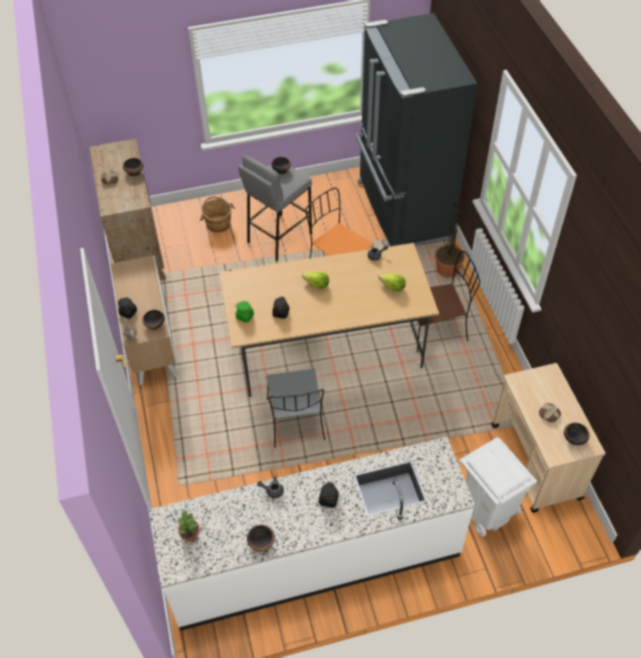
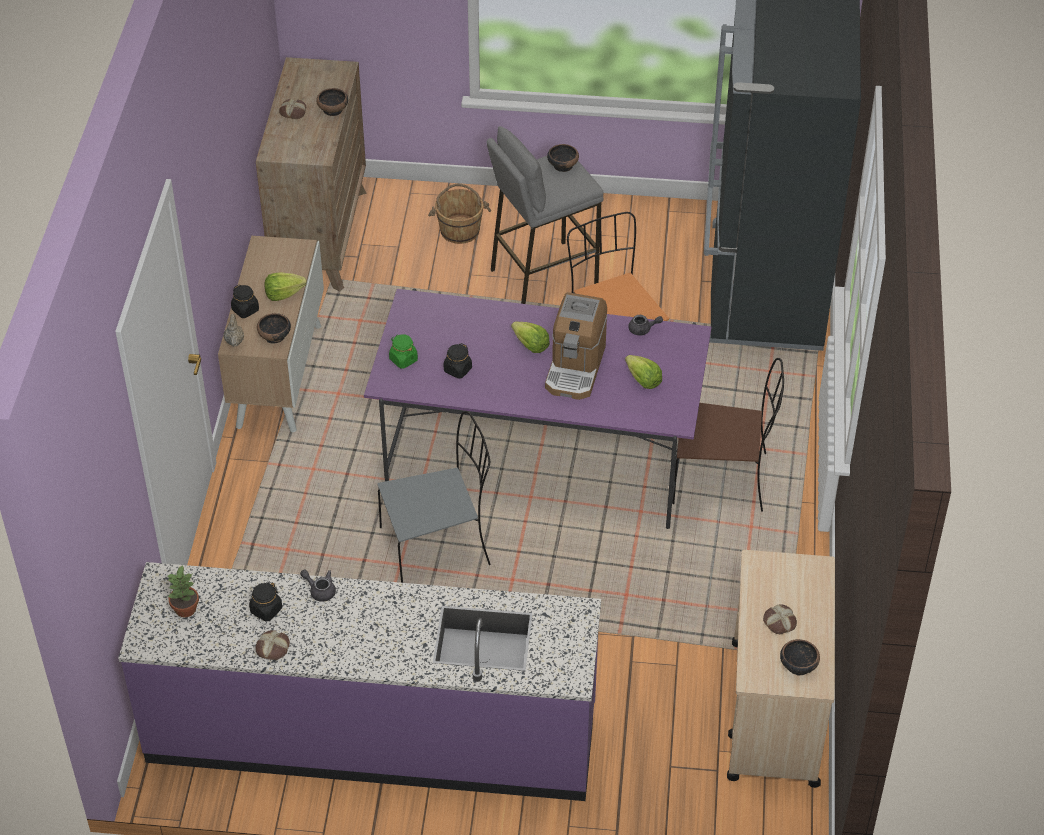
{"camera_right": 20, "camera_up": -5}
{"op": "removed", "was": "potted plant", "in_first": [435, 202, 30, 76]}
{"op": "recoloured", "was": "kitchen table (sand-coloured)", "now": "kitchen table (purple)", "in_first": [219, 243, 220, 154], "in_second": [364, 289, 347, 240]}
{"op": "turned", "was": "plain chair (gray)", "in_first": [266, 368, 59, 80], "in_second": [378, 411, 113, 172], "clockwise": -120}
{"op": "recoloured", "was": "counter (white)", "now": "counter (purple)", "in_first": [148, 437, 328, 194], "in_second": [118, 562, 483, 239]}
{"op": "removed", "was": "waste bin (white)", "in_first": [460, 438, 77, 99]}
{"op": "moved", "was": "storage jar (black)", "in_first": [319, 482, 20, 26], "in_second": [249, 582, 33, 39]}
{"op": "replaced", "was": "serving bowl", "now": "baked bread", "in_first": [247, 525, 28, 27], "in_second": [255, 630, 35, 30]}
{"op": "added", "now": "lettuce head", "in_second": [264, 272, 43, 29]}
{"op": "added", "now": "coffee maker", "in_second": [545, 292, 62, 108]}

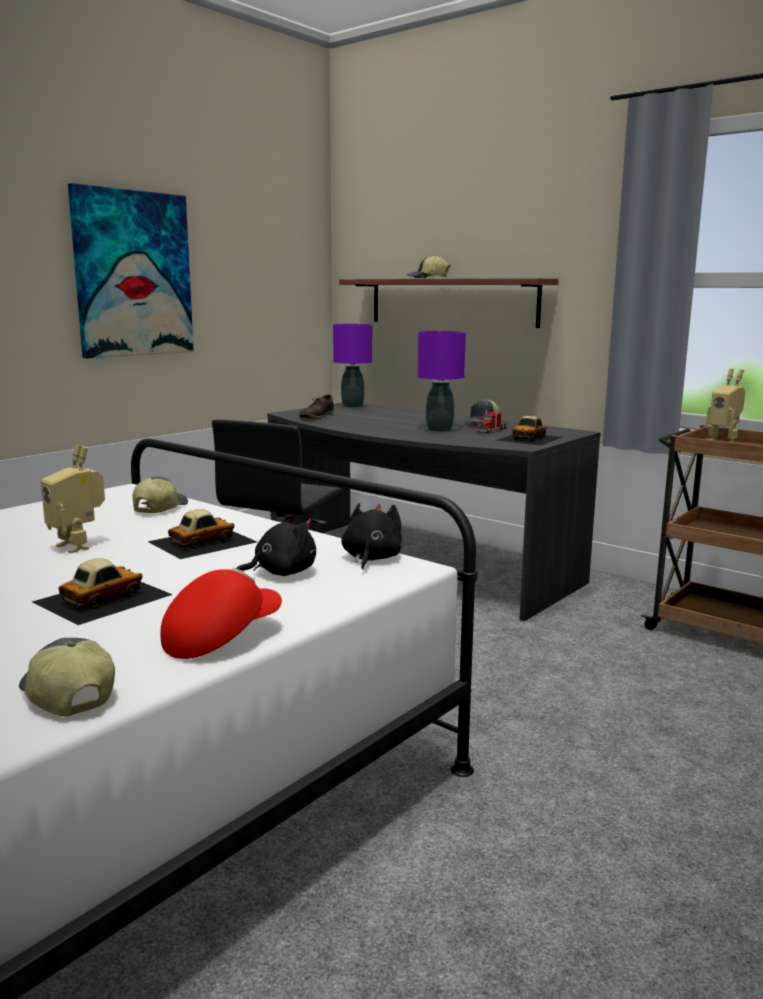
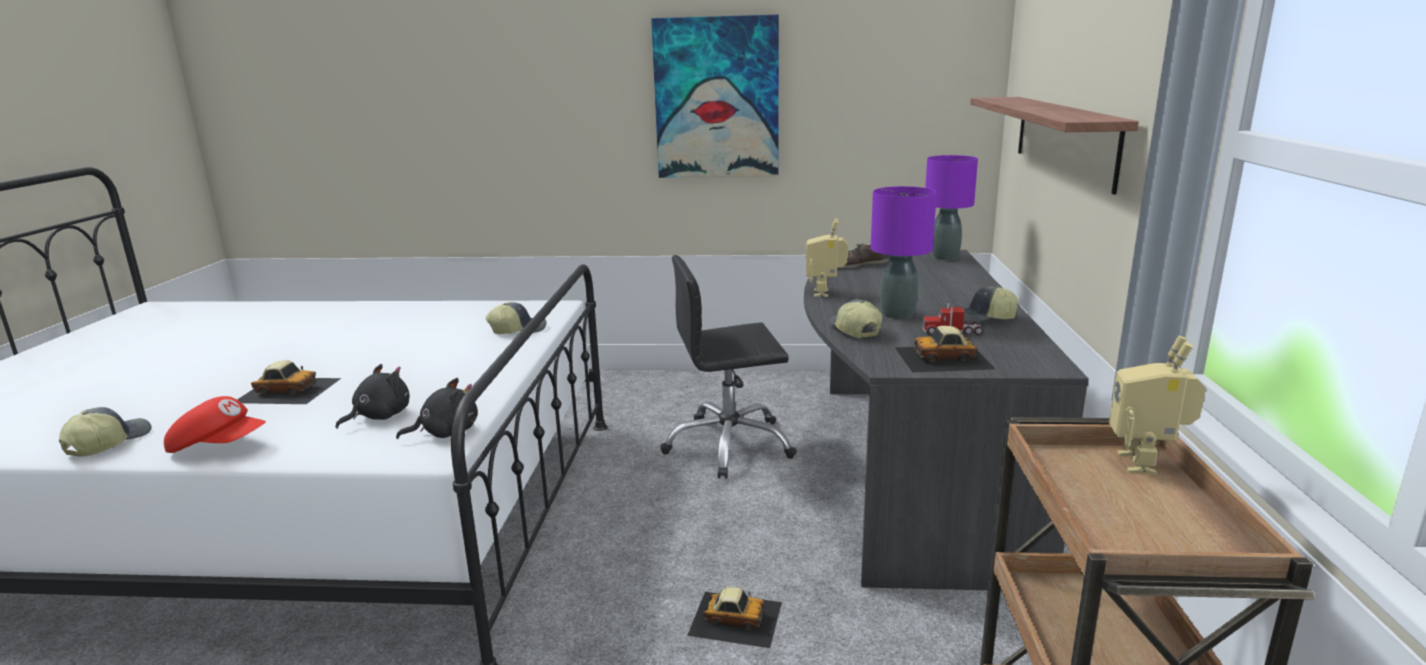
{"camera_right": 55, "camera_up": 5}
{"op": "moved", "was": "baseball cap", "in_first": [407, 255, 43, 23], "in_second": [828, 299, 54, 39]}
{"op": "moved", "was": "model robot", "in_first": [41, 445, 64, 108], "in_second": [806, 218, 42, 79]}
{"op": "moved", "was": "miniature car", "in_first": [147, 509, 110, 50], "in_second": [687, 587, 95, 61]}
{"op": "turned", "was": "soft toy (black)", "in_first": [237, 514, 79, 62], "in_second": [335, 364, 75, 65], "clockwise": -75}

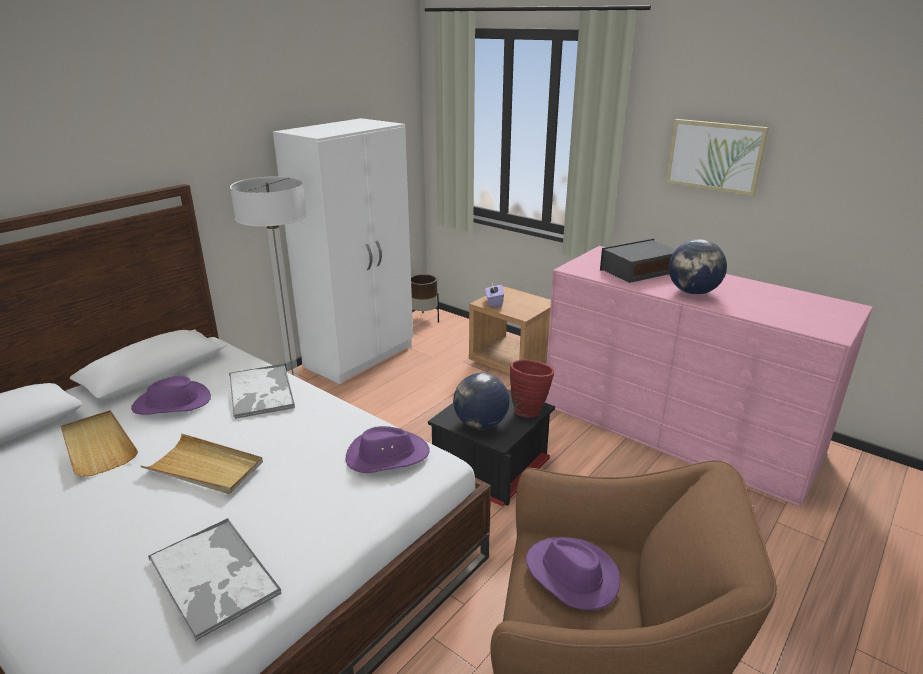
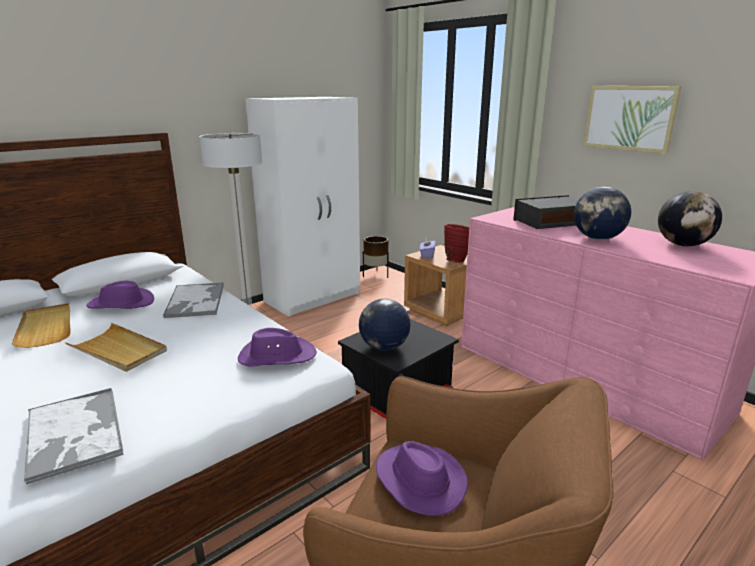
{"camera_right": 10, "camera_up": -5}
{"op": "moved", "was": "vase (red-coloured)", "in_first": [510, 359, 44, 59], "in_second": [444, 224, 25, 39]}
{"op": "added", "now": "world globe", "in_second": [658, 191, 64, 55]}

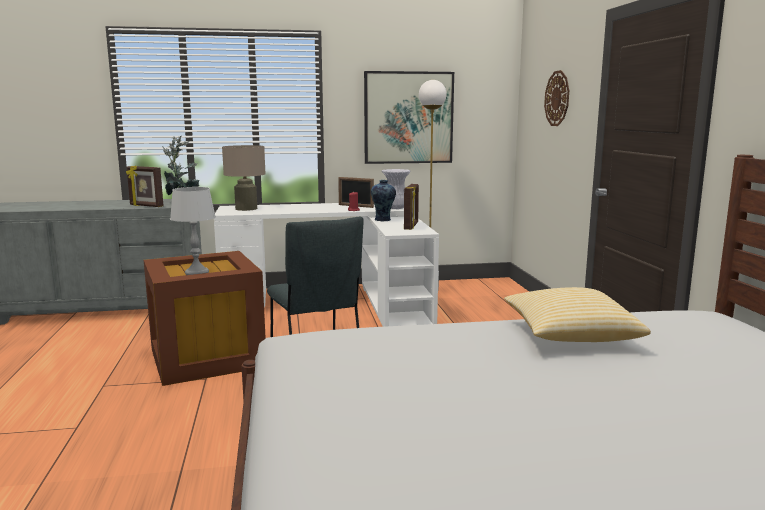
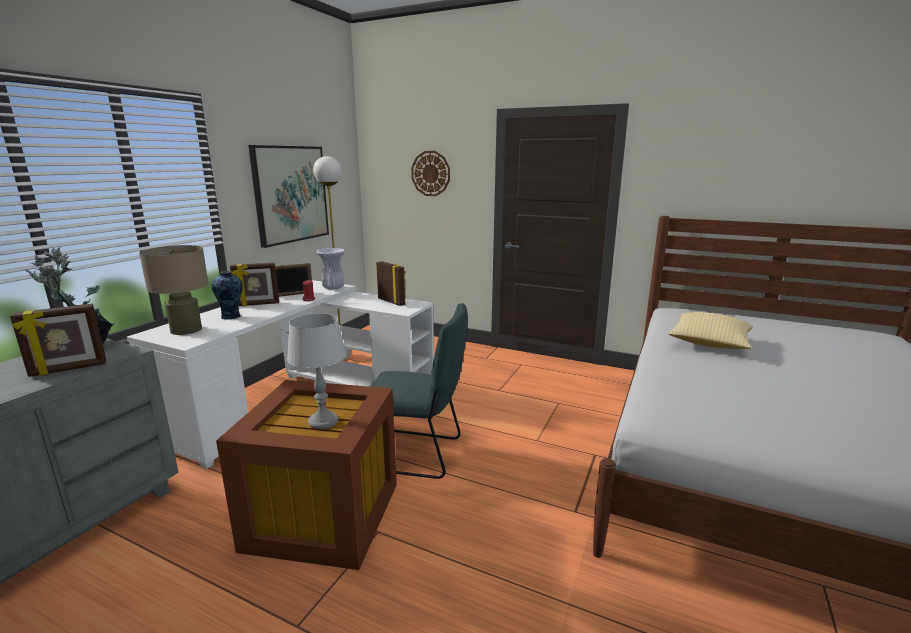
{"camera_right": -55, "camera_up": 5}
{"op": "moved", "was": "vase", "in_first": [371, 180, 25, 41], "in_second": [211, 271, 32, 49]}
{"op": "added", "now": "picture frame", "in_second": [230, 263, 49, 44]}

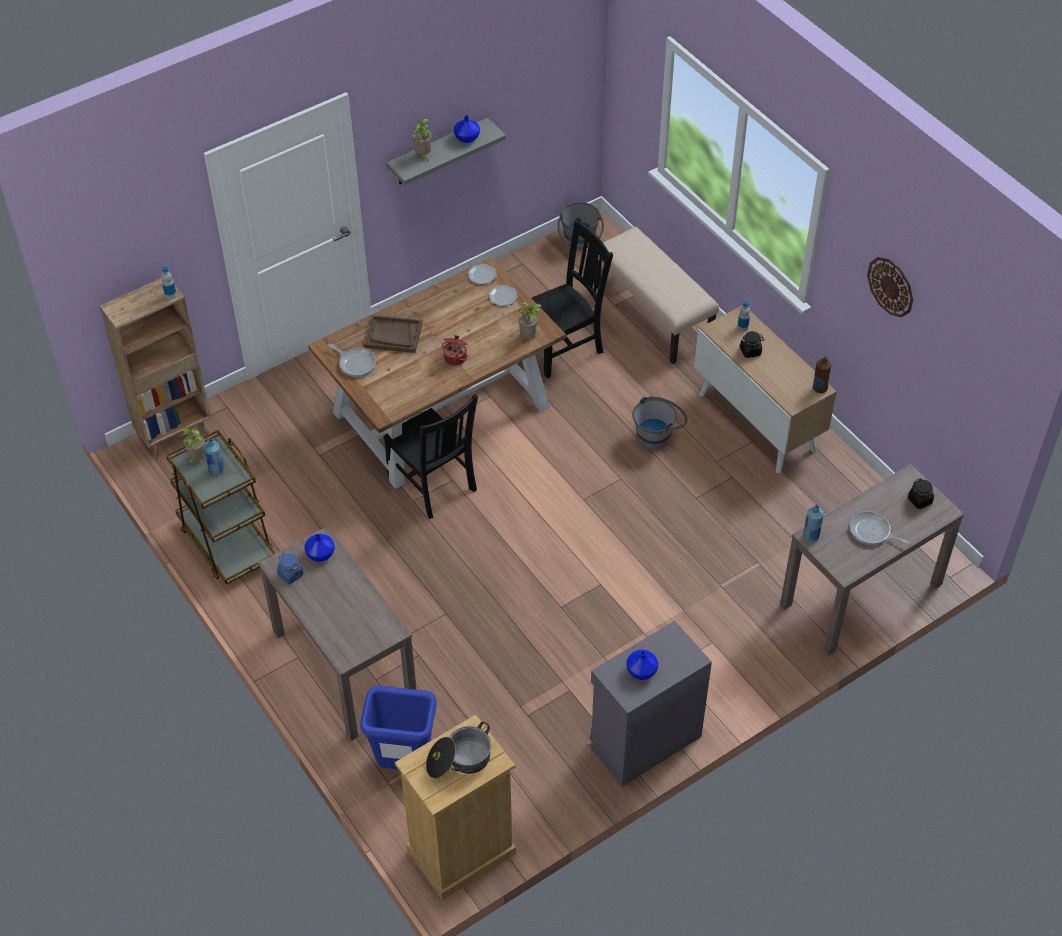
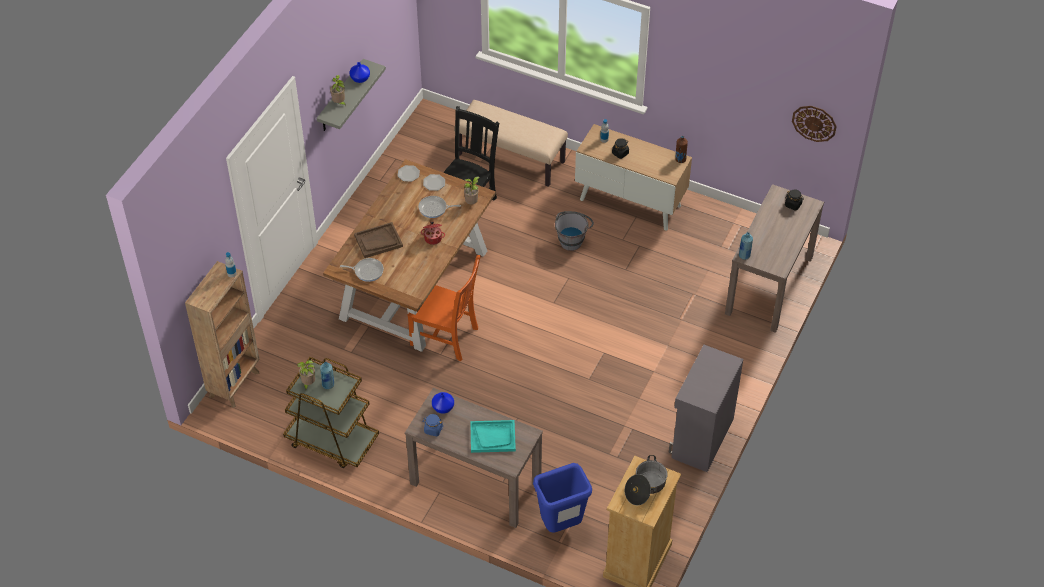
{"camera_right": -30, "camera_up": 0}
{"op": "removed", "was": "pail (gray)", "in_first": [558, 202, 46, 48]}
{"op": "moved", "was": "clock on the wall", "in_first": [867, 257, 46, 60], "in_second": [792, 106, 45, 36]}
{"op": "recoloured", "was": "plain chair (black)", "now": "plain chair (orange)", "in_first": [383, 394, 95, 125], "in_second": [407, 255, 74, 106]}
{"op": "moved", "was": "frying pan", "in_first": [850, 511, 59, 34], "in_second": [418, 196, 43, 22]}
{"op": "removed", "was": "vase (bluish)", "in_first": [627, 650, 31, 30]}
{"op": "added", "now": "carrying tray (blue-green)", "in_second": [470, 420, 46, 33]}

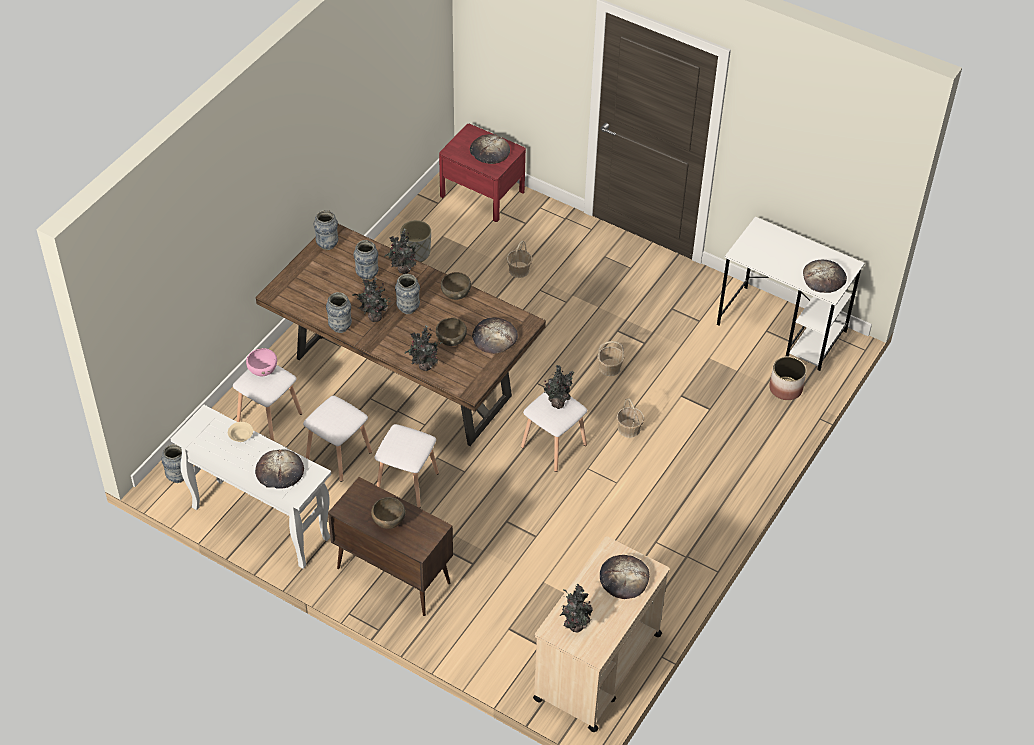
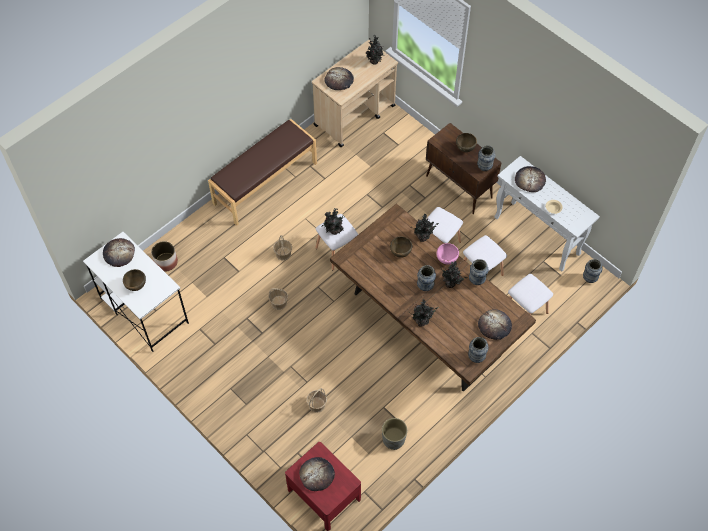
{"camera_right": -165, "camera_up": 10}
{"op": "moved", "was": "vase", "in_first": [354, 240, 25, 40], "in_second": [477, 145, 18, 26]}
{"op": "moved", "was": "serving bowl (brown-coloured)", "in_first": [441, 272, 30, 28], "in_second": [123, 269, 23, 22]}
{"op": "moved", "was": "baked bread", "in_first": [472, 317, 46, 37], "in_second": [478, 309, 34, 31]}
{"op": "moved", "was": "serving bowl (pinkish)", "in_first": [246, 348, 31, 28], "in_second": [437, 243, 22, 21]}
{"op": "added", "now": "long seat (brown-coloured)", "in_second": [208, 119, 109, 107]}

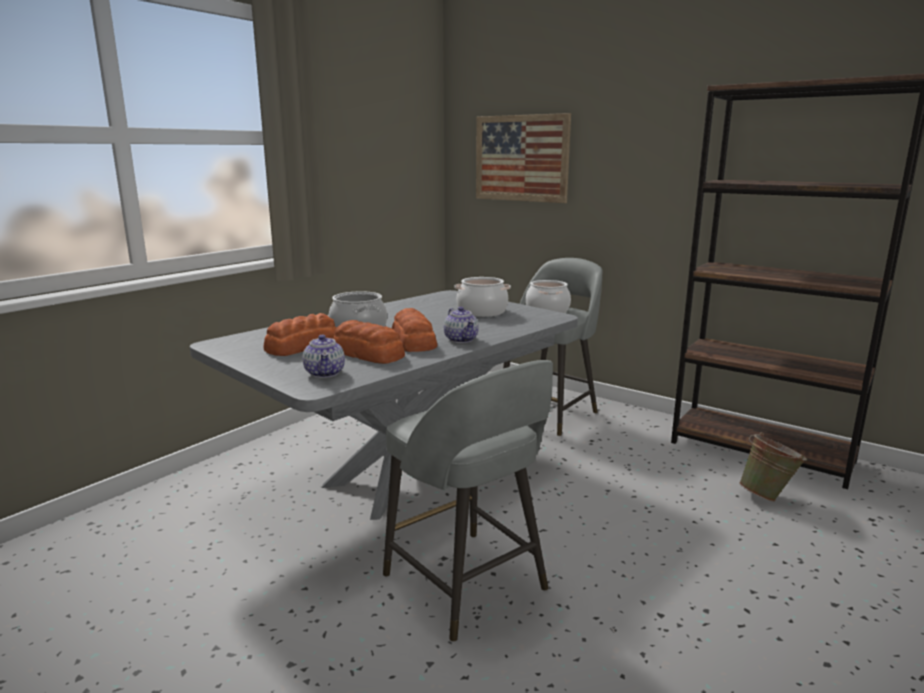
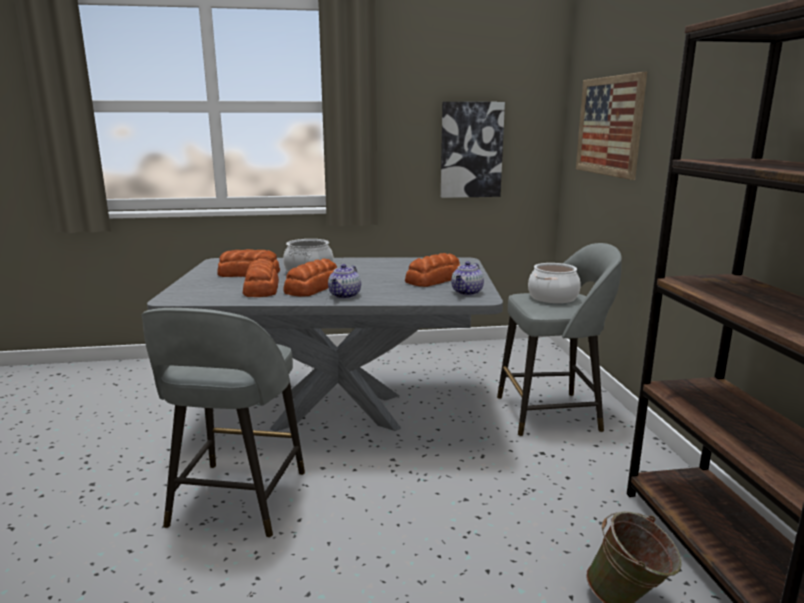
{"camera_right": 45, "camera_up": 0}
{"op": "replaced", "was": "saucepot", "now": "baked bread", "in_first": [454, 277, 57, 40], "in_second": [405, 253, 55, 34]}
{"op": "moved", "was": "tea pot", "in_first": [303, 335, 42, 43], "in_second": [451, 261, 33, 34]}
{"op": "added", "now": "wall picture", "in_second": [441, 102, 64, 96]}

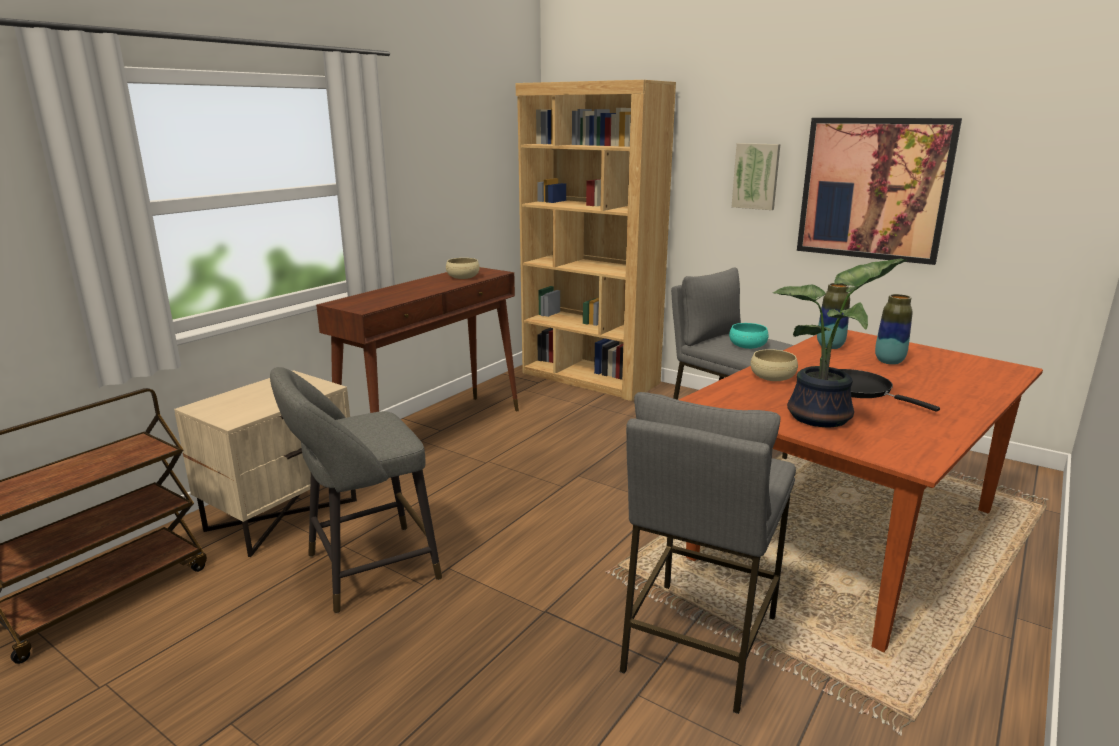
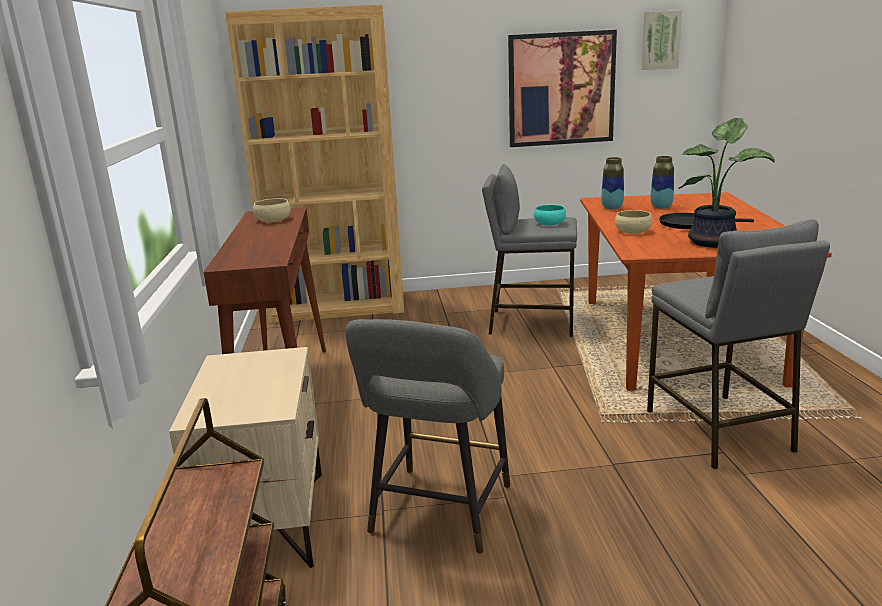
{"camera_right": -40, "camera_up": 0}
{"op": "moved", "was": "wall picture", "in_first": [732, 143, 48, 67], "in_second": [642, 10, 40, 60]}

